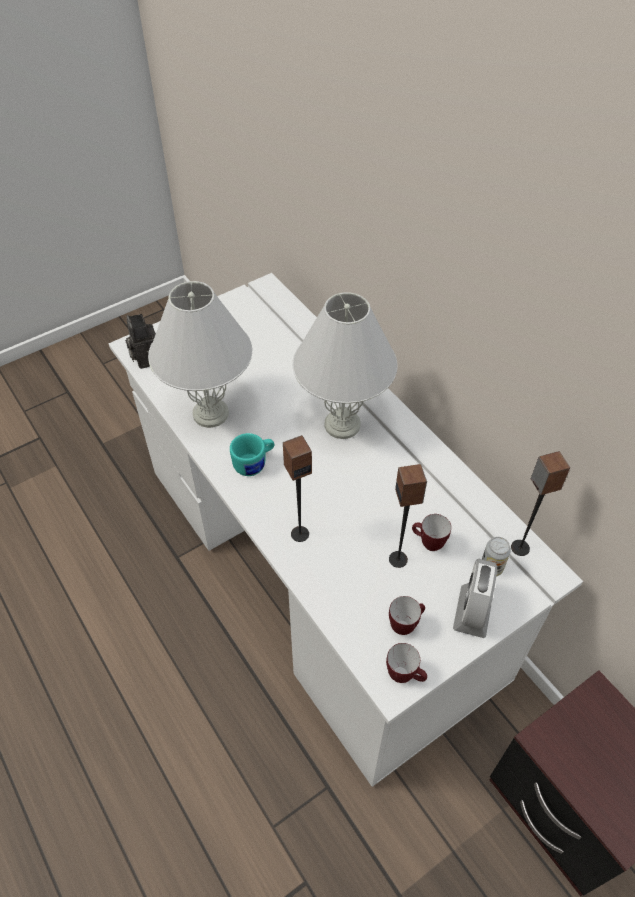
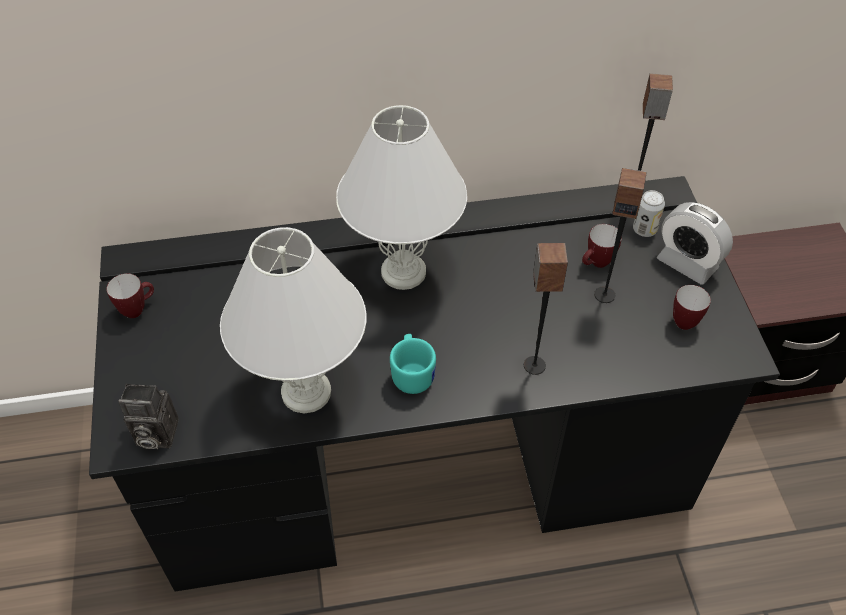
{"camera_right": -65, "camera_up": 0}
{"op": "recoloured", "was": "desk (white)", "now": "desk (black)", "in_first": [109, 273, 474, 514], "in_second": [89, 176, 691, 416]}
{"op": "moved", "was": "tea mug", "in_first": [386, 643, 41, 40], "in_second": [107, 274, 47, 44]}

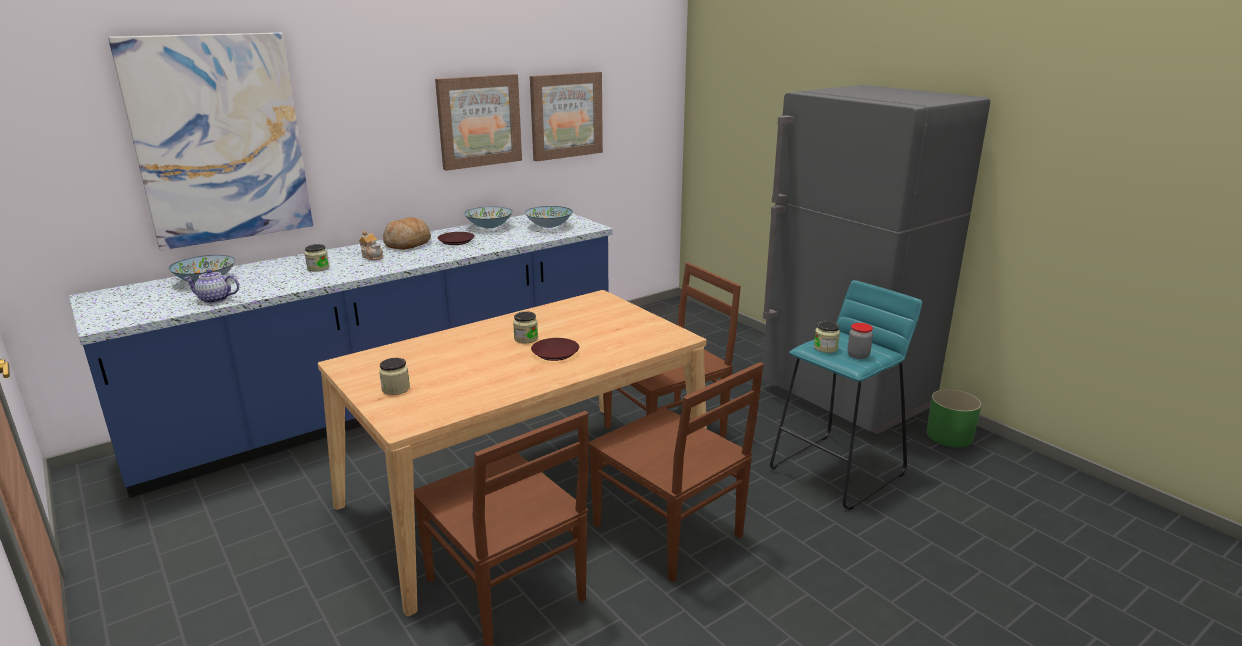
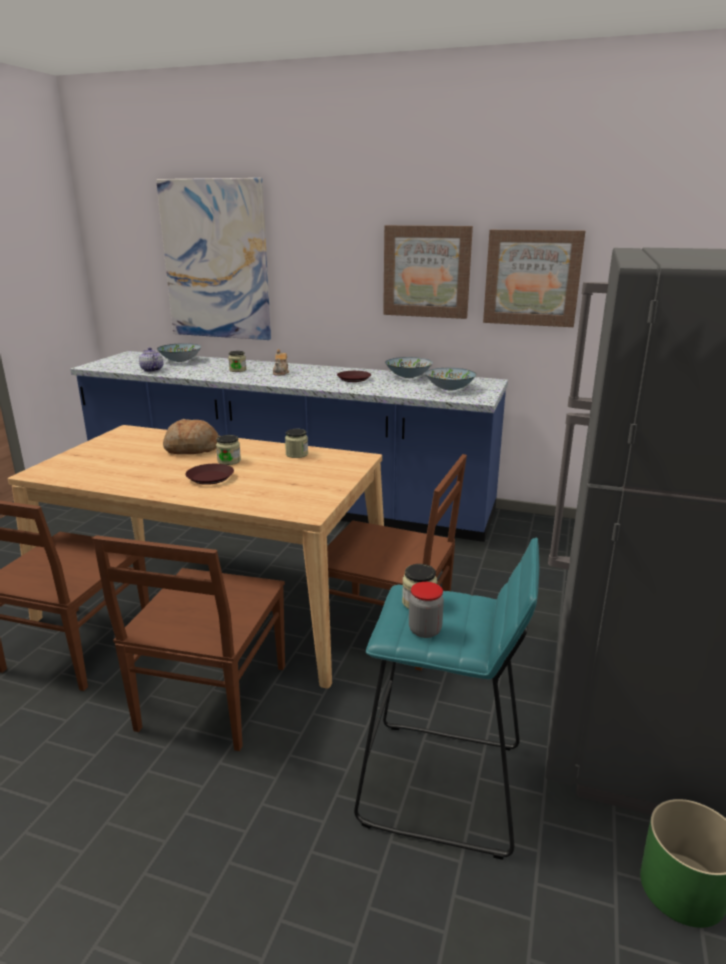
{"camera_right": 55, "camera_up": 0}
{"op": "moved", "was": "baked bread", "in_first": [383, 217, 48, 33], "in_second": [163, 419, 56, 35]}
{"op": "moved", "was": "storage jar", "in_first": [379, 358, 31, 37], "in_second": [285, 429, 23, 29]}

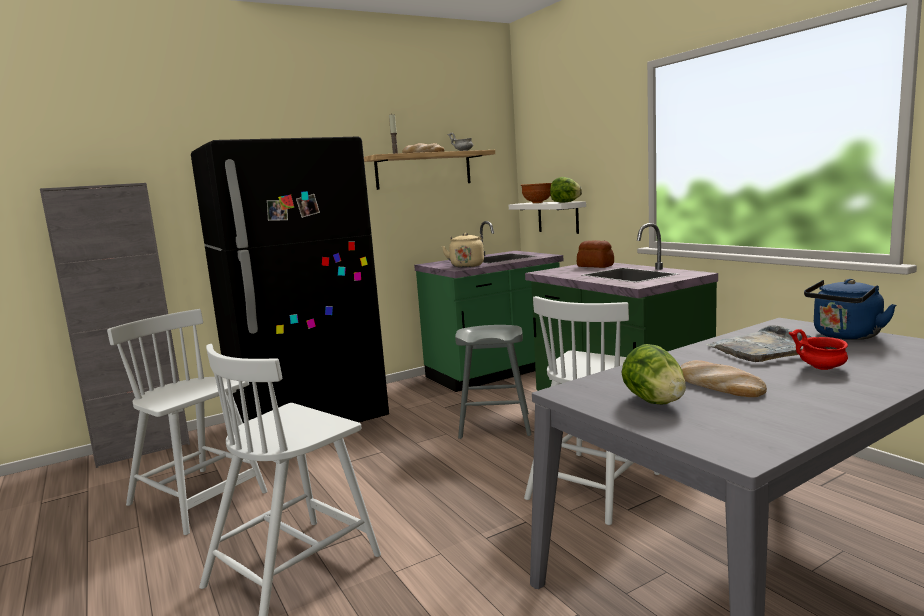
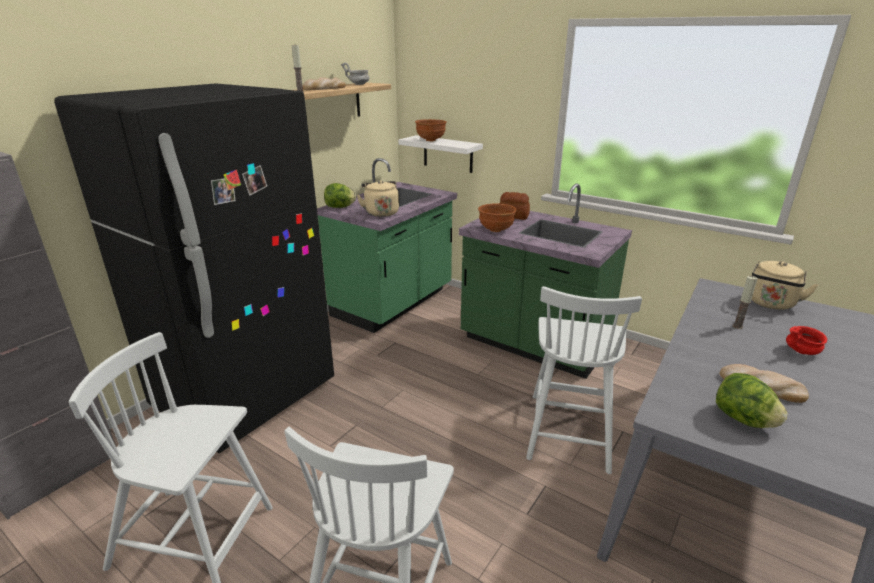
{"camera_right": -25, "camera_up": 15}
{"op": "moved", "was": "lettuce head", "in_first": [550, 177, 32, 26], "in_second": [324, 183, 32, 25]}
{"op": "recoloured", "was": "water kettle (bluish)", "now": "water kettle (sand-coloured)", "in_first": [804, 279, 92, 61], "in_second": [751, 260, 67, 50]}
{"op": "removed", "was": "sitting stool (gray)", "in_first": [455, 325, 77, 114]}
{"op": "replaced", "was": "carrying tray (gray)", "now": "candle", "in_first": [706, 325, 105, 37], "in_second": [733, 276, 25, 53]}
{"op": "added", "now": "serving bowl (brown-coloured)", "in_second": [478, 204, 39, 28]}

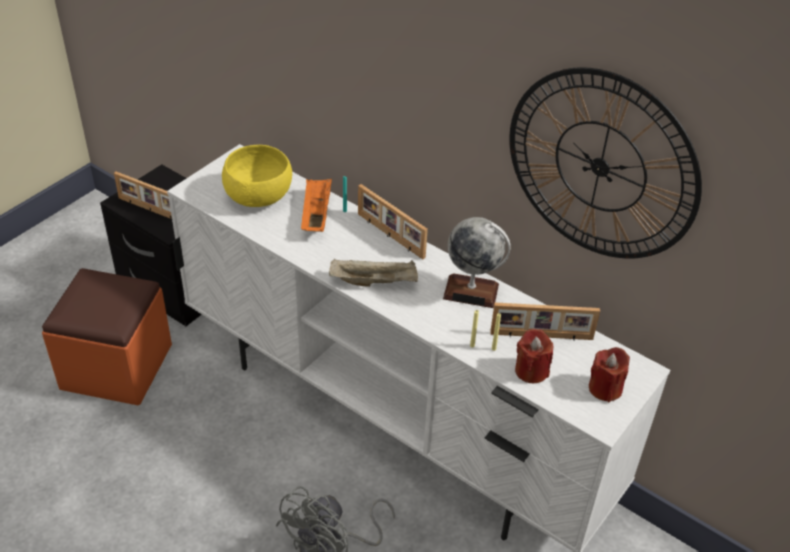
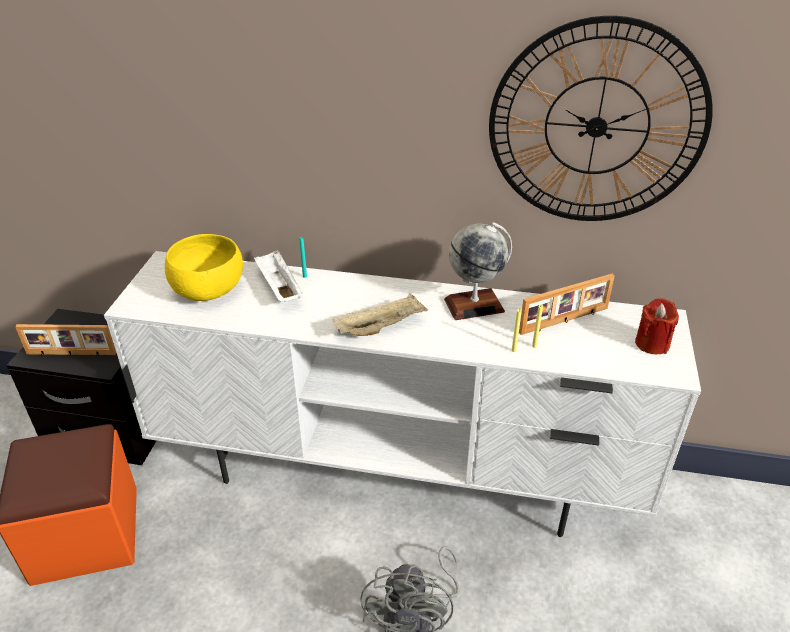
{"camera_right": -25, "camera_up": -5}
{"op": "recoloured", "was": "carrying tray (orange)", "now": "carrying tray (white)", "in_first": [301, 179, 31, 53], "in_second": [254, 250, 50, 52]}
{"op": "removed", "was": "picture frame", "in_first": [358, 184, 70, 75]}
{"op": "removed", "was": "candle (red-coloured)", "in_first": [515, 329, 38, 54]}

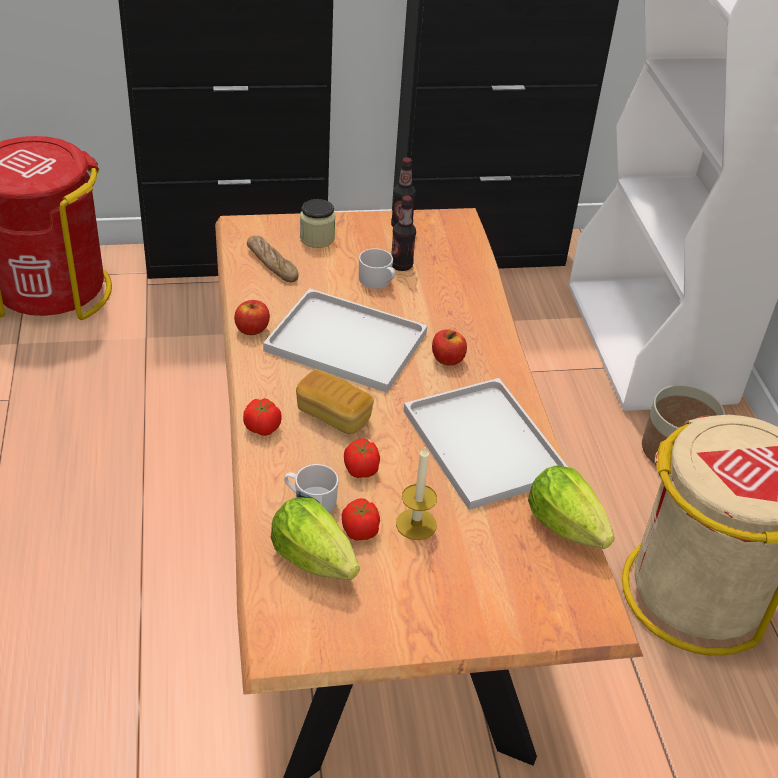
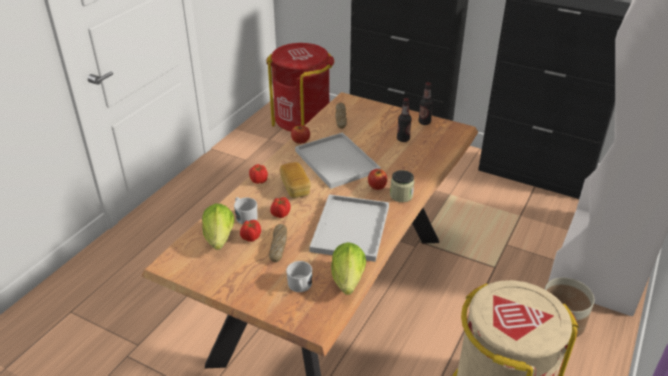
{"camera_right": 40, "camera_up": -5}
{"op": "moved", "was": "storage jar", "in_first": [300, 199, 36, 49], "in_second": [390, 170, 24, 32]}
{"op": "moved", "was": "tea mug (white)", "in_first": [359, 248, 36, 41], "in_second": [286, 261, 26, 31]}
{"op": "replaced", "was": "candle", "now": "baked bread", "in_first": [396, 446, 41, 94], "in_second": [269, 224, 18, 38]}

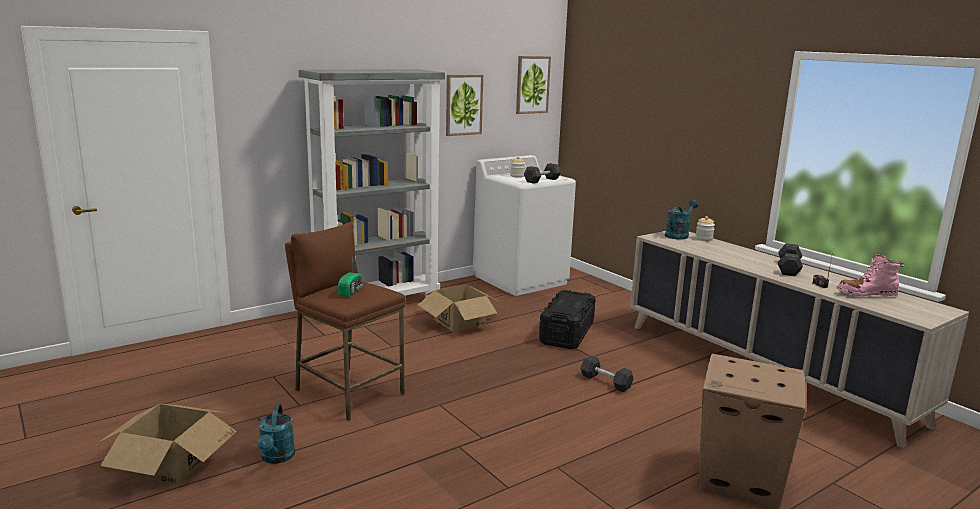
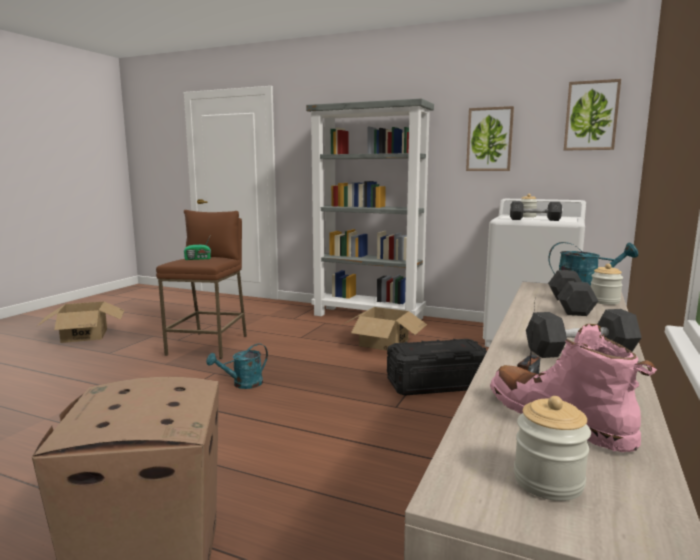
{"camera_right": 60, "camera_up": -5}
{"op": "moved", "was": "free weight (gray)", "in_first": [581, 355, 53, 37], "in_second": [548, 270, 50, 46]}
{"op": "moved", "was": "sprinkling can (blue-green)", "in_first": [258, 404, 37, 60], "in_second": [206, 344, 62, 45]}
{"op": "added", "now": "storage jar", "in_second": [514, 396, 77, 105]}

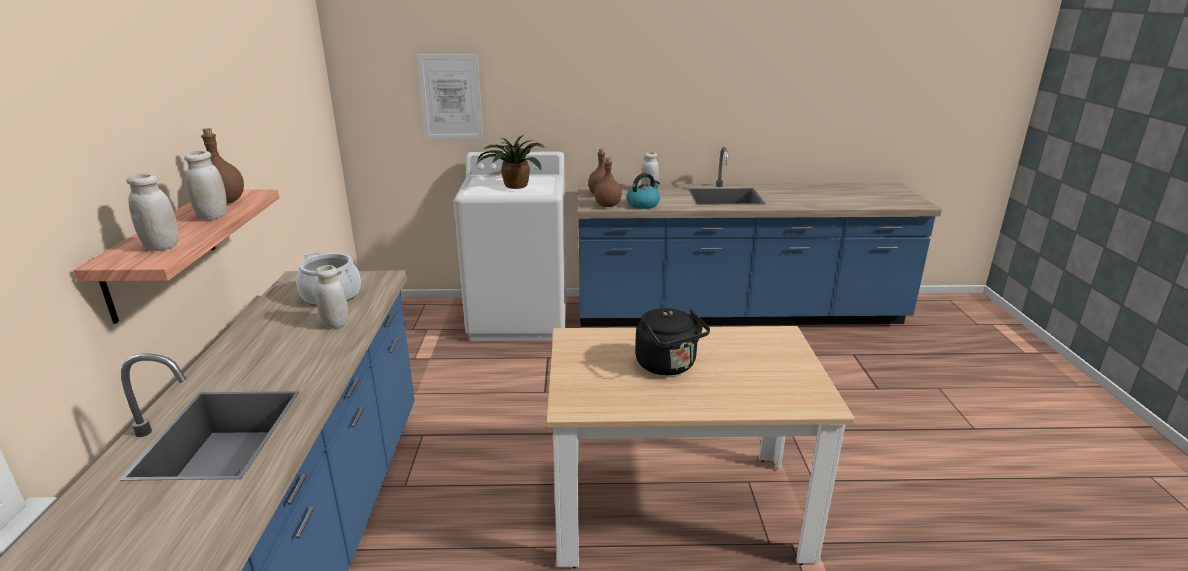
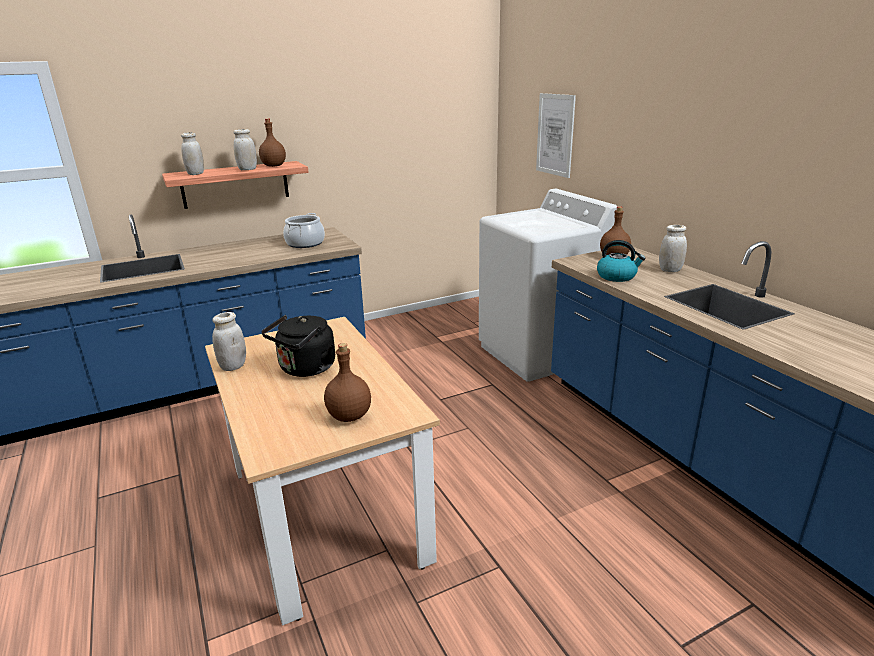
{"camera_right": 65, "camera_up": 0}
{"op": "removed", "was": "potted plant", "in_first": [477, 135, 68, 54]}
{"op": "moved", "was": "drink bottle (brown-coloured)", "in_first": [594, 157, 28, 50], "in_second": [324, 343, 47, 79]}
{"op": "moved", "was": "storage jar (white)", "in_first": [315, 265, 33, 64], "in_second": [212, 312, 34, 59]}

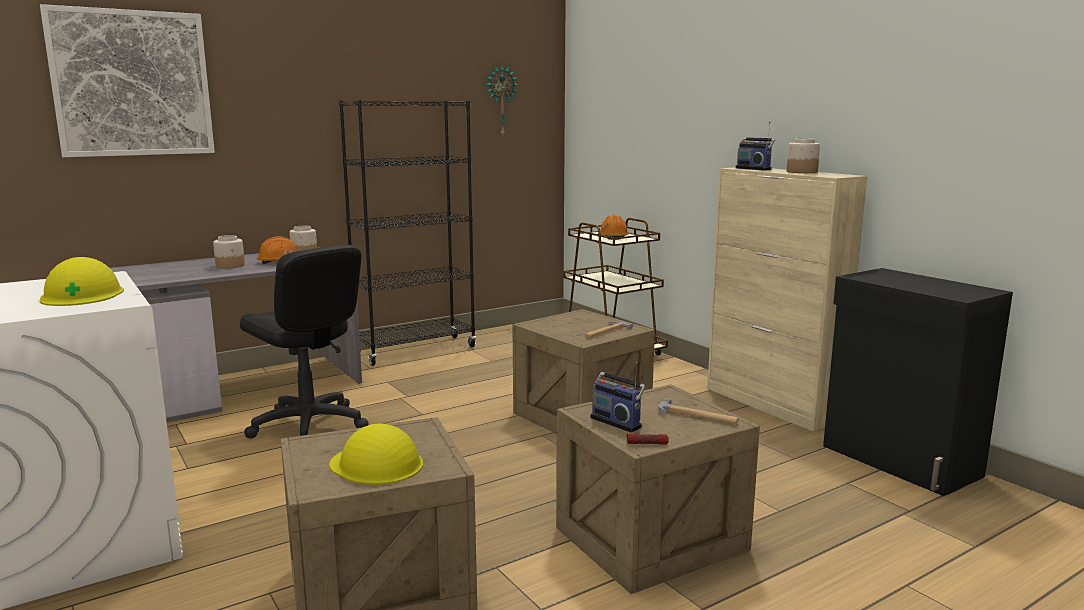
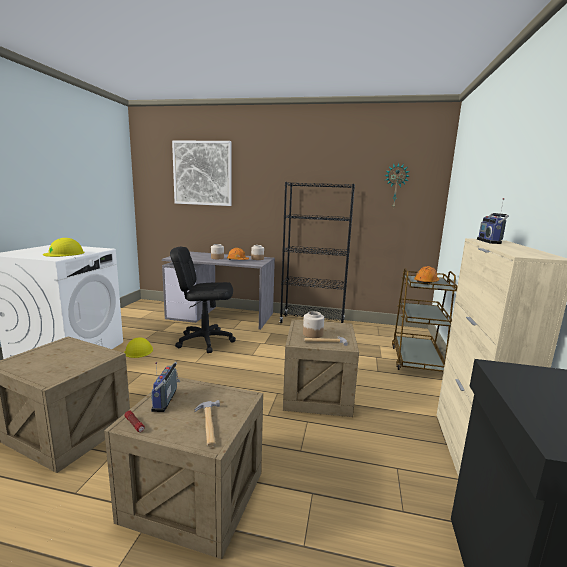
{"camera_right": 45, "camera_up": 0}
{"op": "moved", "was": "storage jar", "in_first": [787, 138, 33, 35], "in_second": [303, 311, 21, 27]}
{"op": "turned", "was": "desk chair (black)", "in_first": [240, 245, 129, 194], "in_second": [170, 247, 66, 106], "clockwise": 90}
{"op": "moved", "was": "safety helmet (yellowish)", "in_first": [329, 423, 94, 62], "in_second": [124, 337, 29, 21]}

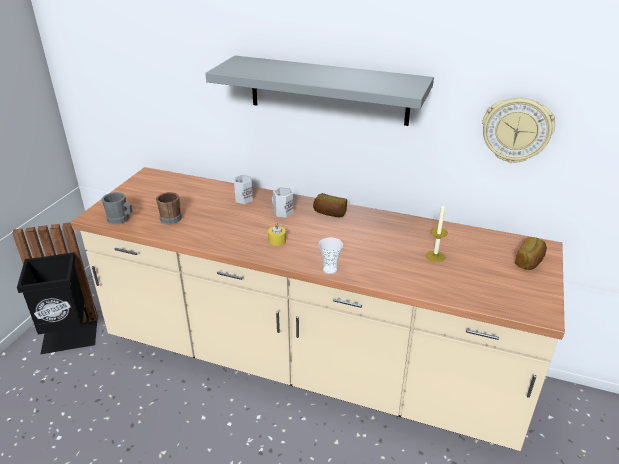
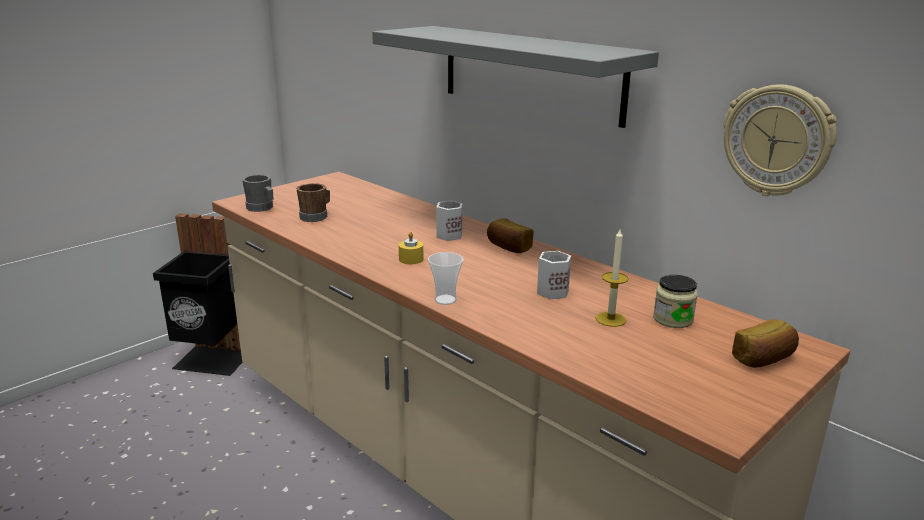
{"camera_right": 25, "camera_up": -10}
{"op": "moved", "was": "tea mug (white)", "in_first": [234, 175, 19, 29], "in_second": [537, 251, 34, 48]}
{"op": "added", "now": "storage jar", "in_second": [653, 275, 45, 53]}

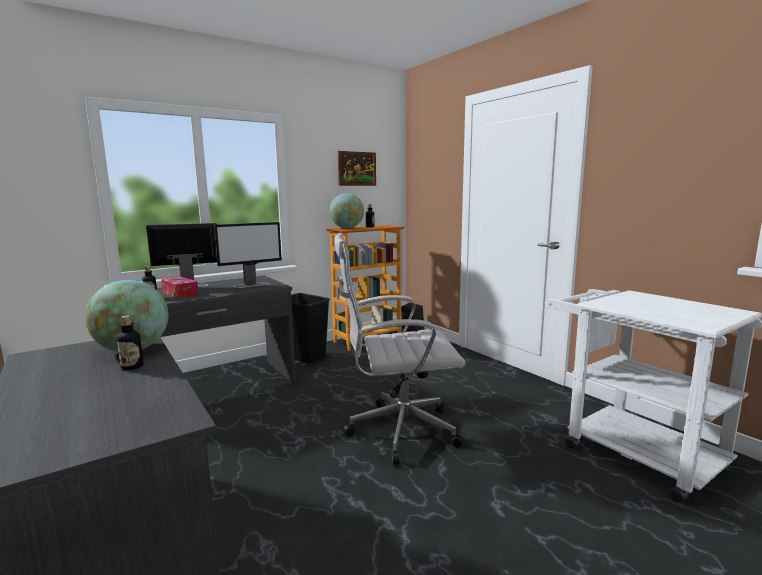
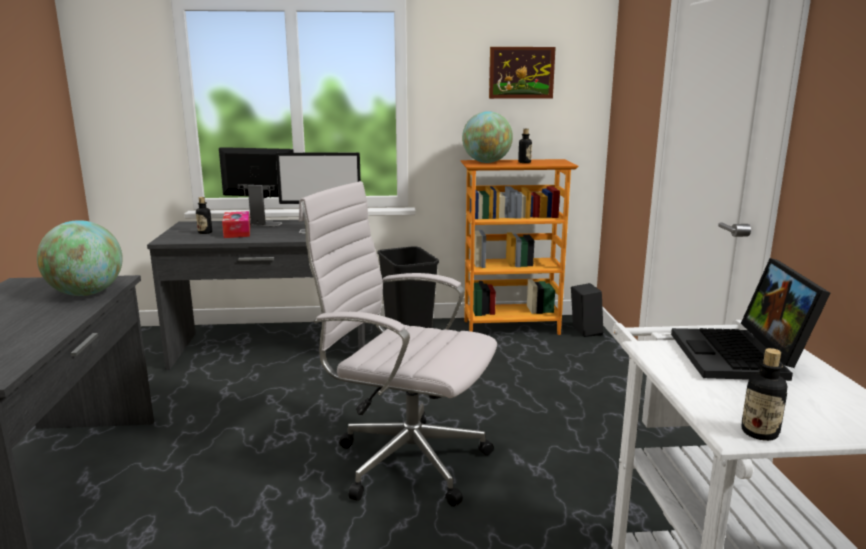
{"camera_right": 30, "camera_up": 5}
{"op": "moved", "was": "drink bottle", "in_first": [117, 315, 27, 55], "in_second": [742, 348, 45, 93]}
{"op": "added", "now": "laptop", "in_second": [671, 258, 160, 123]}

